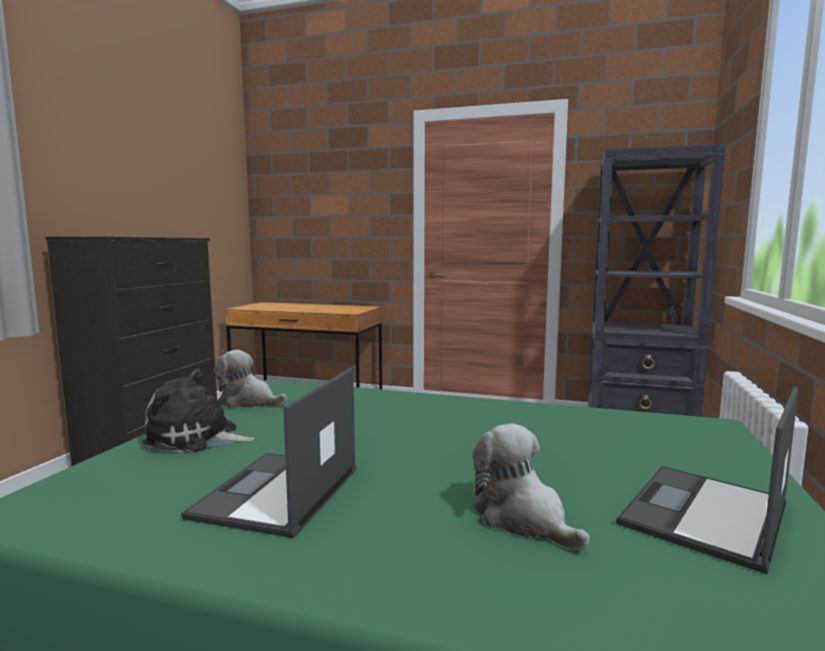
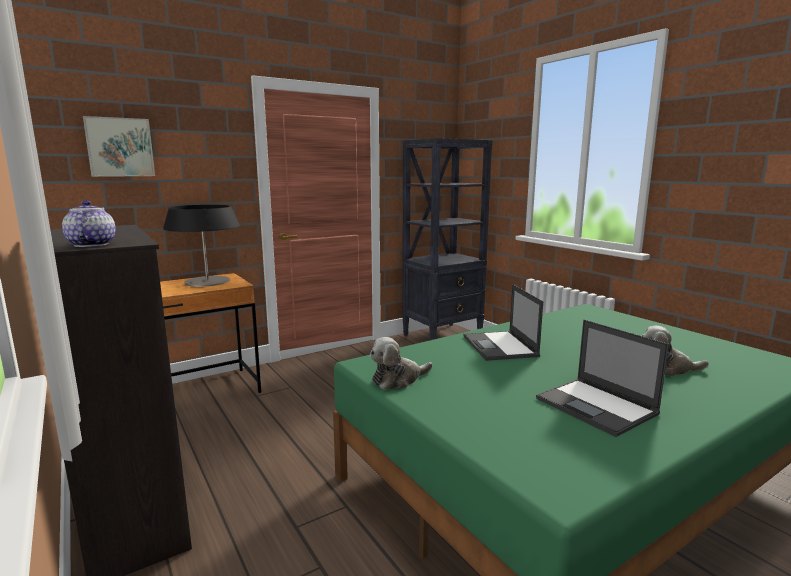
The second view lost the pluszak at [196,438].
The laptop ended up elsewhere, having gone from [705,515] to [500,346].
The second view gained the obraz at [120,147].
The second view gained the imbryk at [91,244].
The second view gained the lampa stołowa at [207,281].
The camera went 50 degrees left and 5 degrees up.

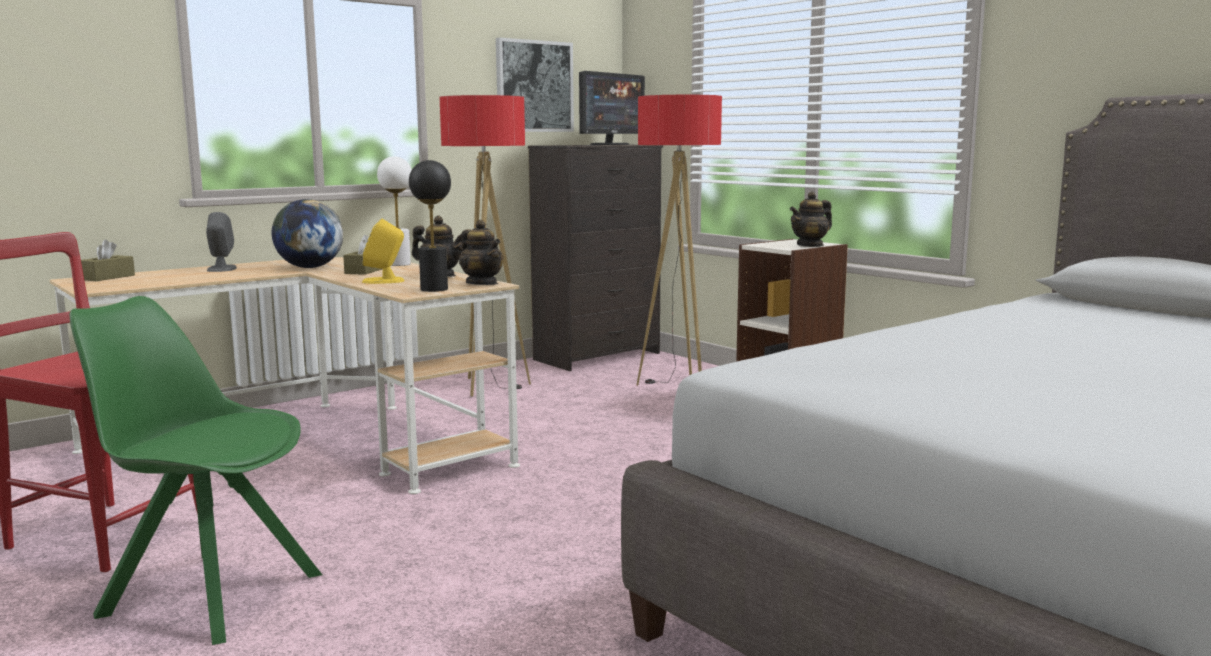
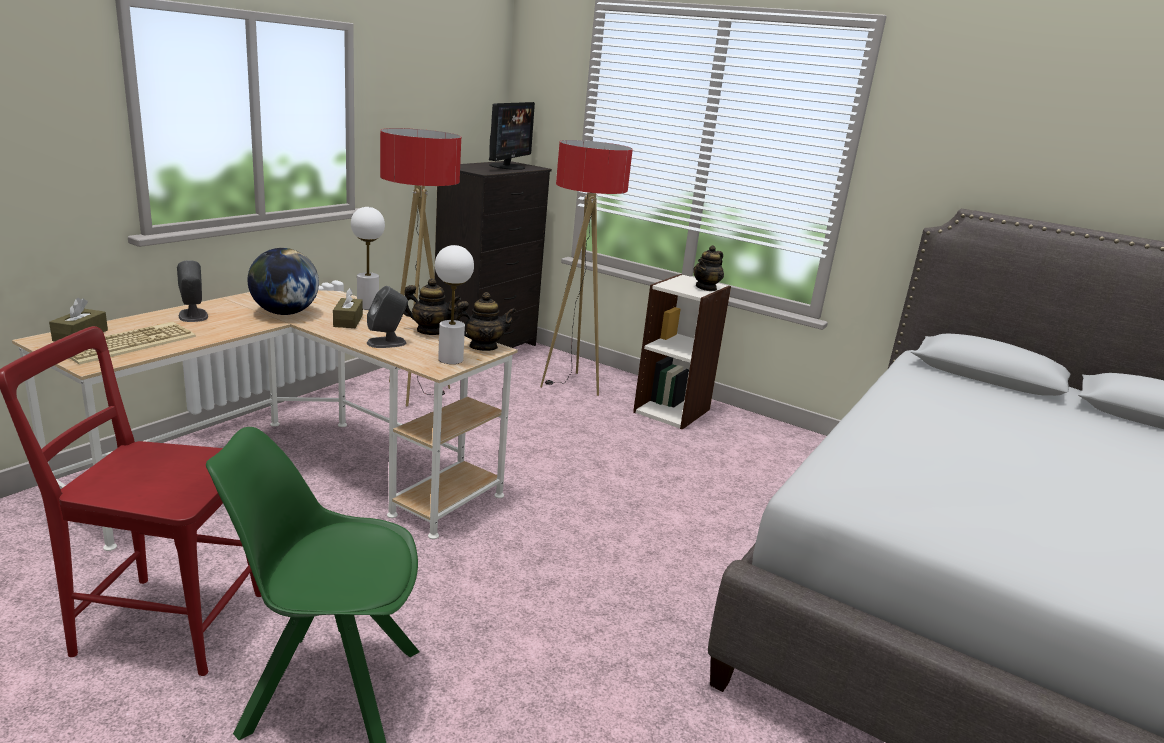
The second view lost the obraz at [534,86].
What was the lampa stołowa [czarny] at [434,289] turned into the lampa stołowa [biały] at [451,359].
What was the głośnik [żółty] at [384,281] turned into the głośnik [szary] at [387,342].
The imbryk at [482,283] ended up facing another way, 45 degrees counterclockwise from before.
The second view gained the klawiatura at [129,343].
The camera went 20 degrees left and 10 degrees up.

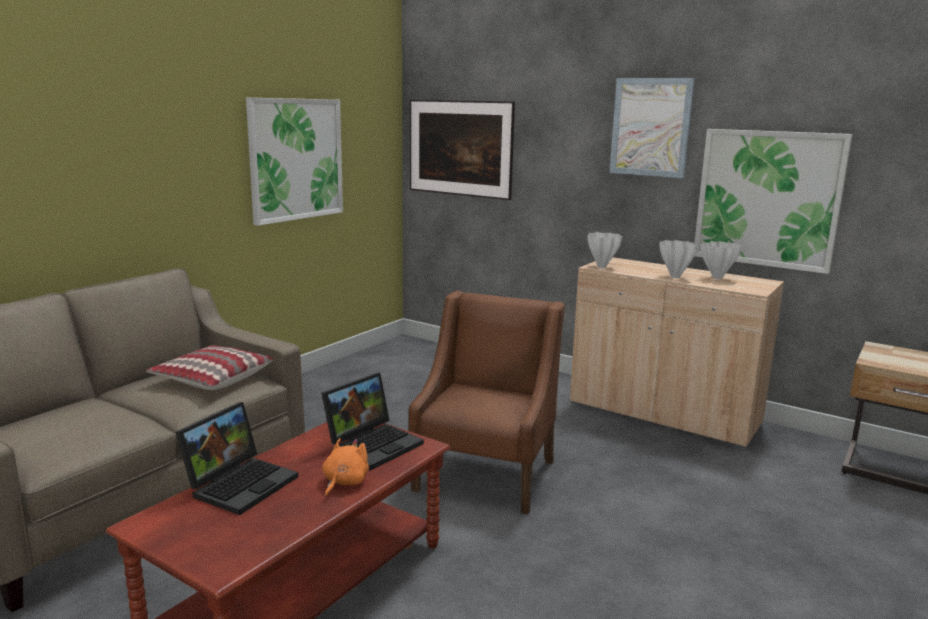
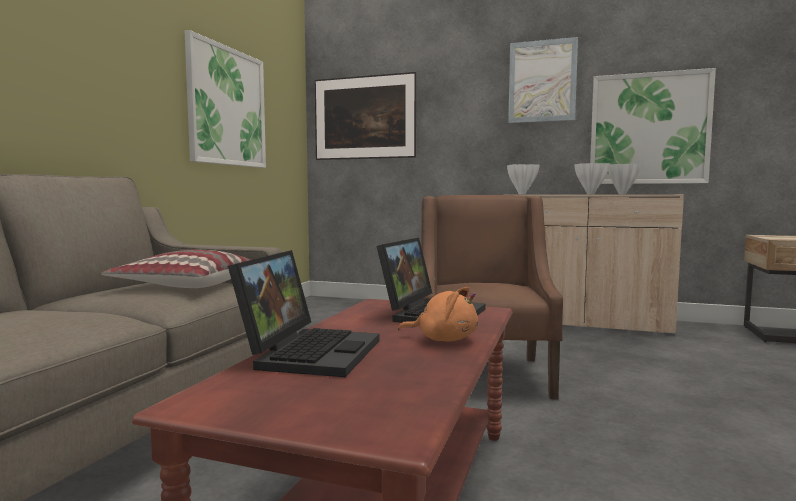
The pluszak [pomarańczowy] at [344,482] ended up facing another way, 105 degrees clockwise from before.
The camera went 15 degrees left and 10 degrees down.

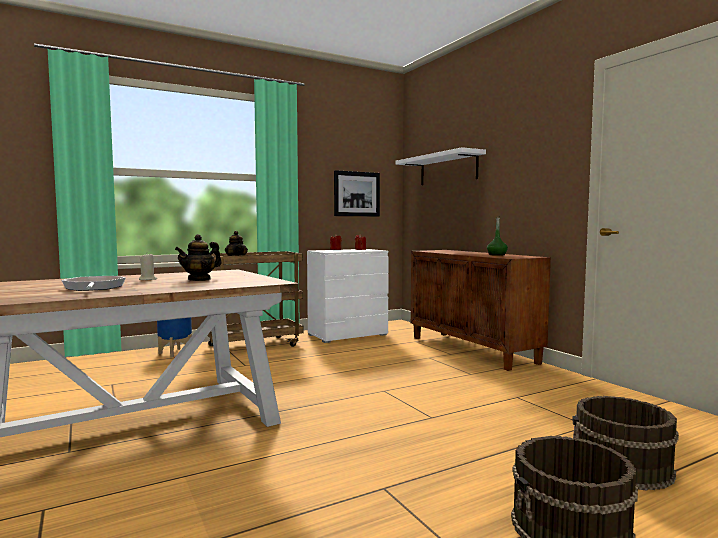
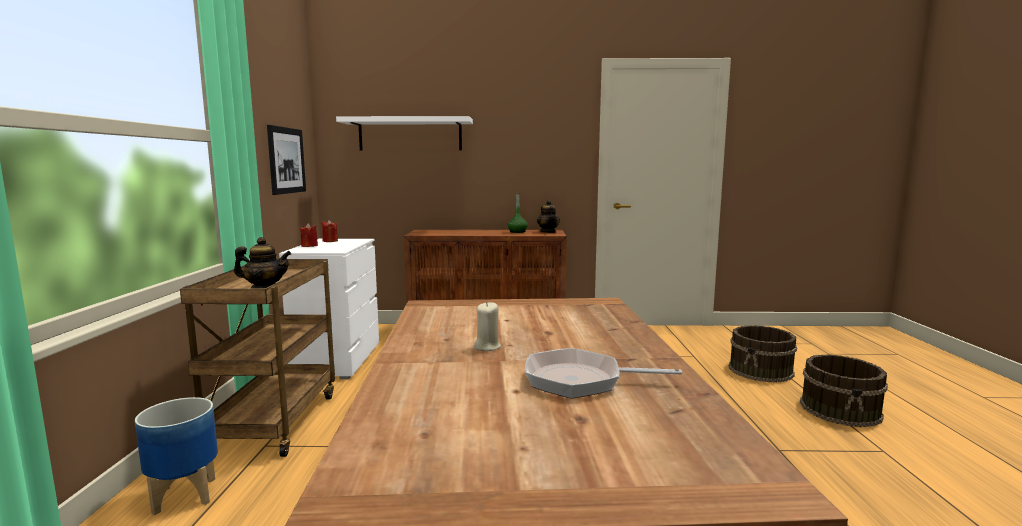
The imbryk ended up elsewhere, having gone from [199,279] to [548,232].
The camera went 60 degrees left and 5 degrees up.

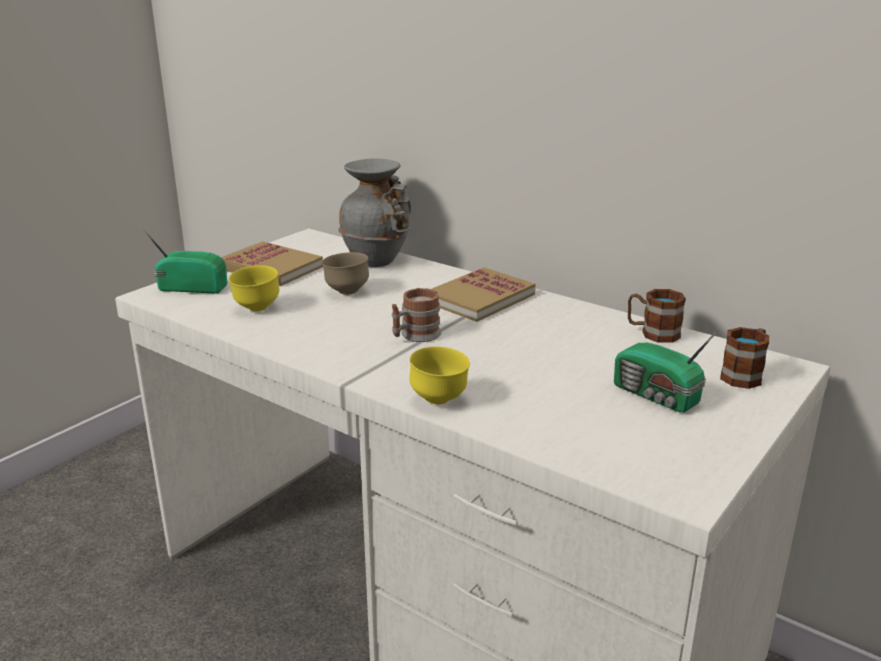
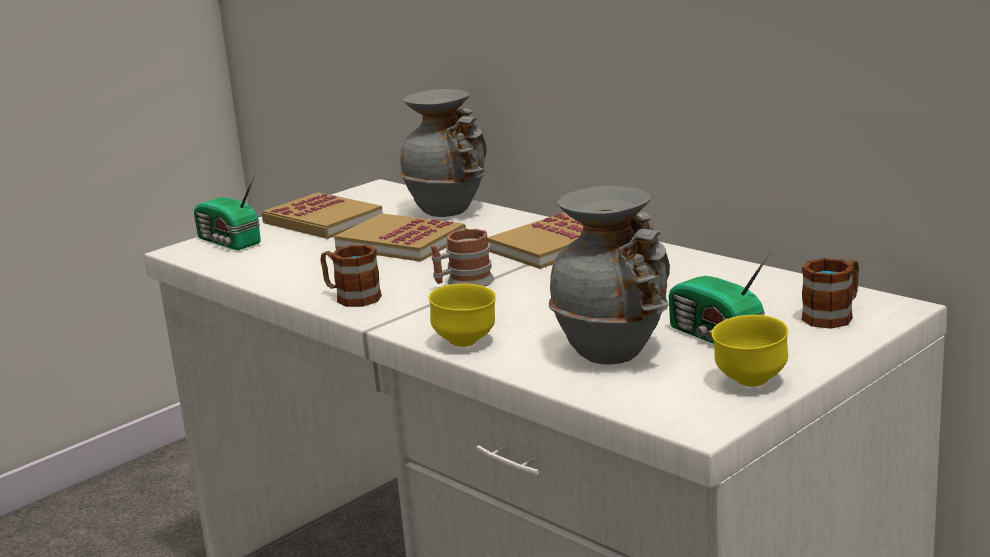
The radio at [191,287] ended up facing another way, 150 degrees counterclockwise from before.
Where the miska [brązowy] stood at [346,292], the książka came to stand at [401,242].
The miska [żółty] ended up elsewhere, having gone from [256,308] to [750,382].
The kubek ended up elsewhere, having gone from [652,333] to [351,297].
The second view gained the wazon [szary] at [615,351].
The camera went 10 degrees right and 5 degrees down.

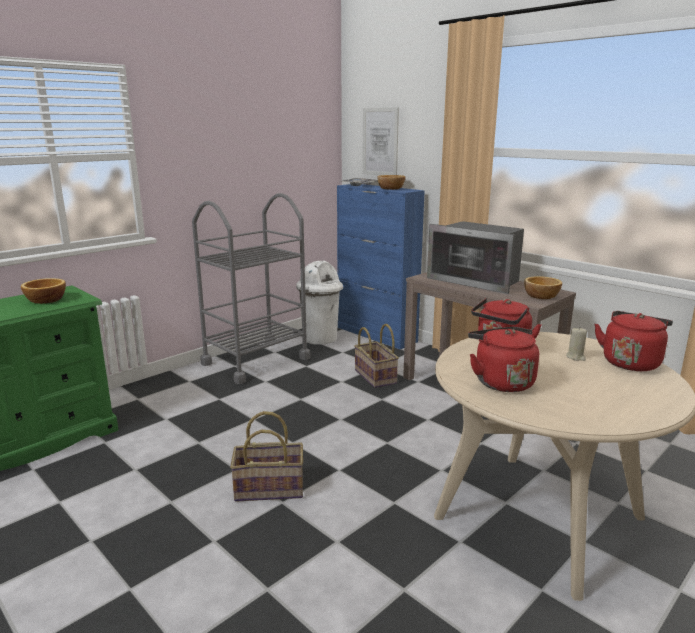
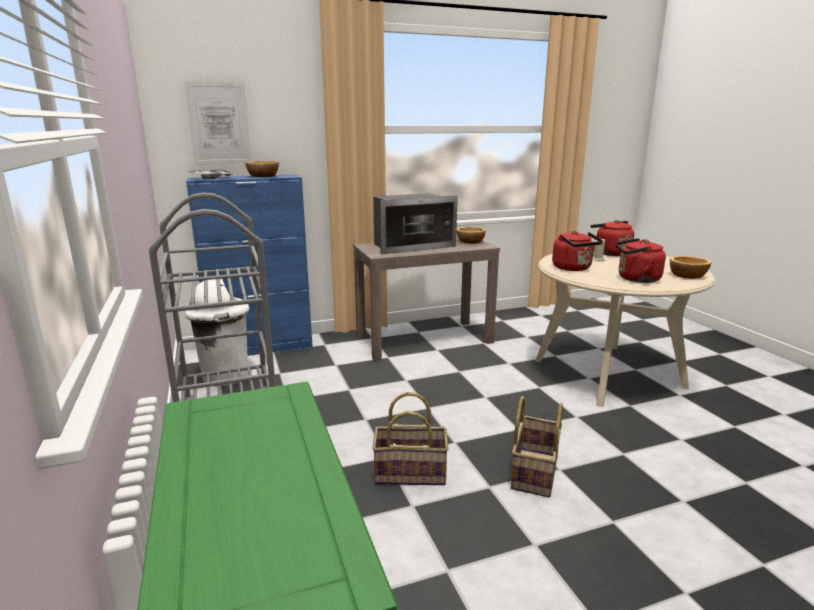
The miska ended up elsewhere, having gone from [45,300] to [687,276].
The koszyk ended up elsewhere, having gone from [376,376] to [410,472].
The camera went 65 degrees left and 0 degrees up.

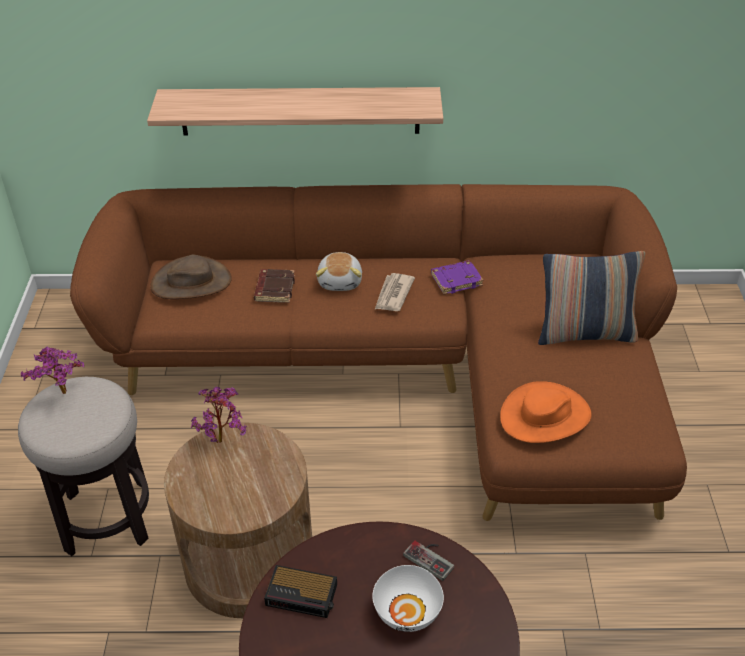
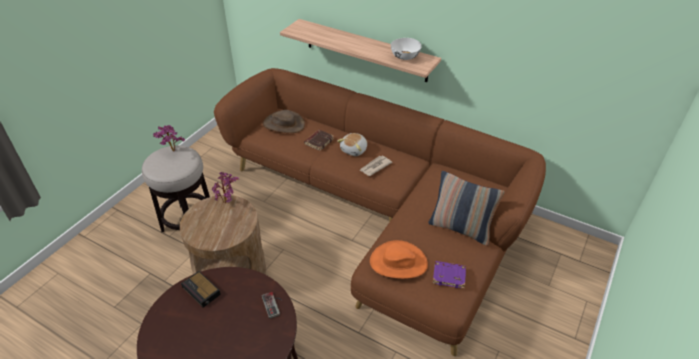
The książka [fioletowy] ended up elsewhere, having gone from [456,280] to [449,276].
The miska [biały] ended up elsewhere, having gone from [408,612] to [405,56].
The camera went 30 degrees right and 0 degrees up.

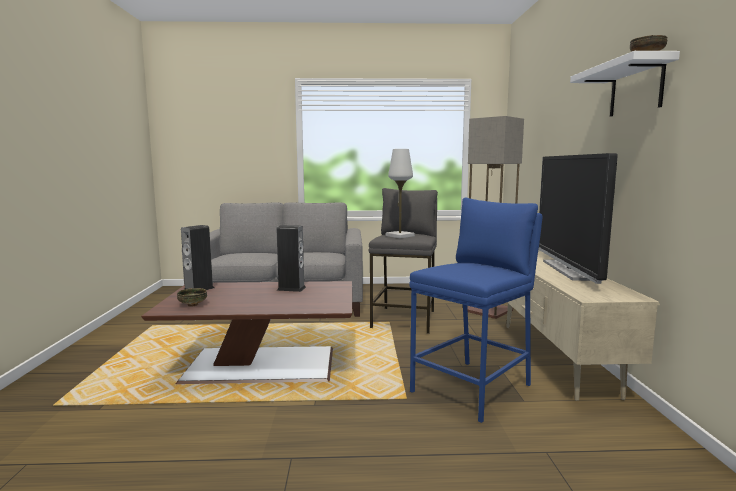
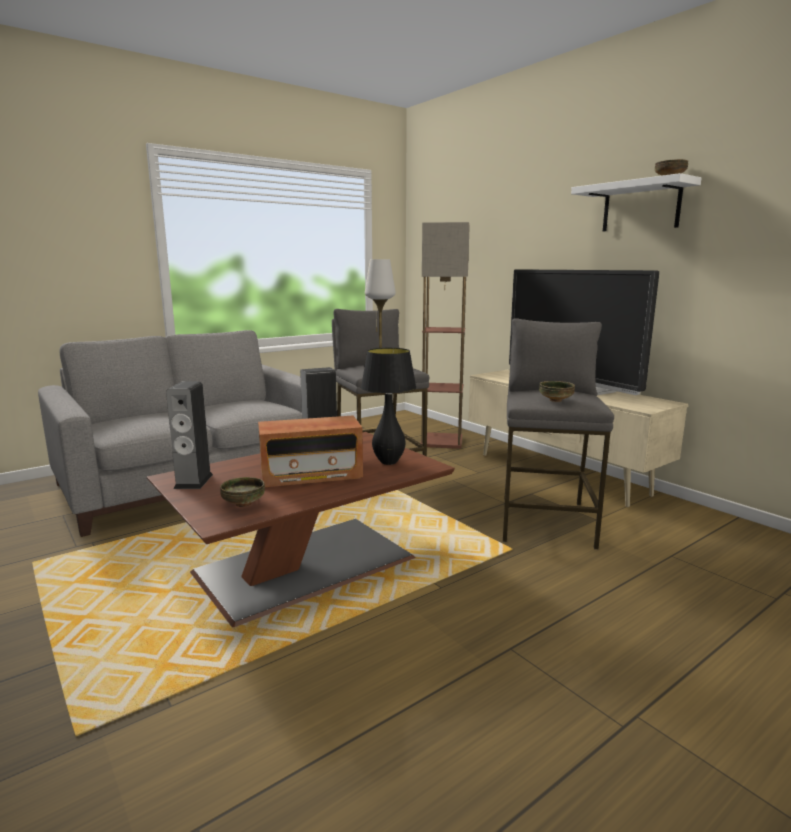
What was the stołek [niebieski] at [473,388] turned into the stołek [szary] at [546,521].
The second view gained the lampa stołowa [czarny] at [388,462].
The second view gained the miska at [556,400].
The second view gained the radio at [311,476].
The camera went 35 degrees left and 5 degrees up.

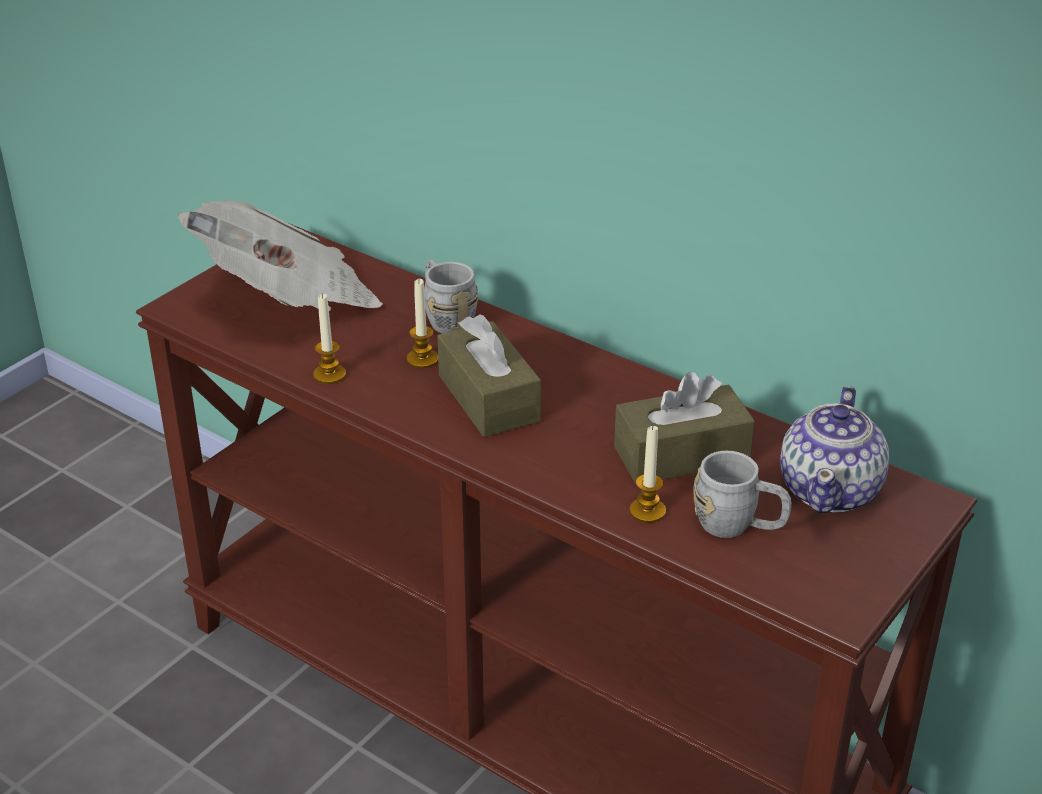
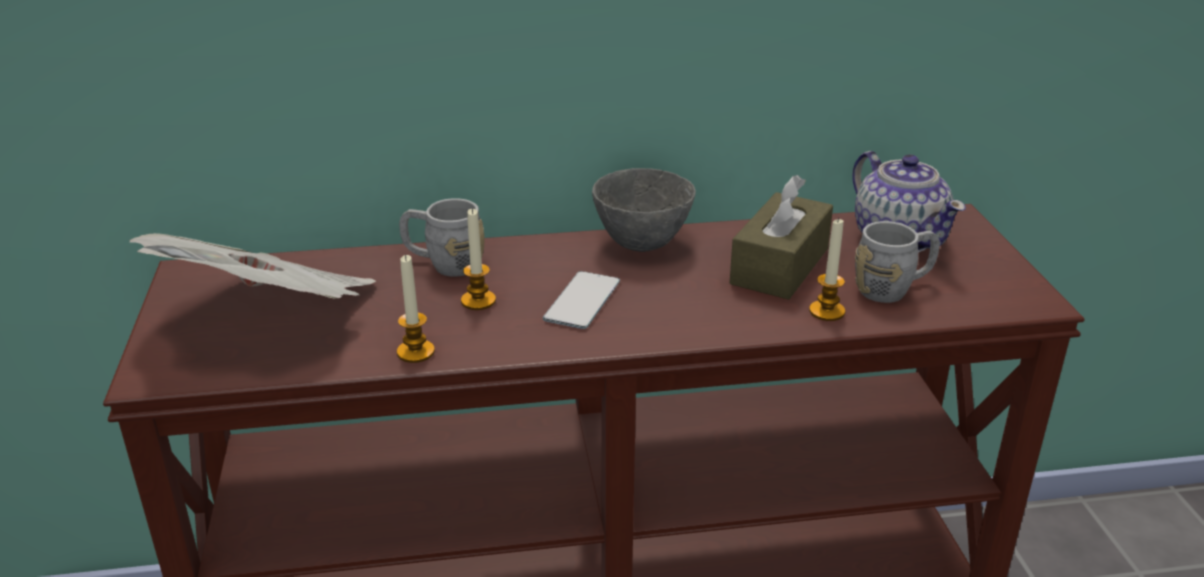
Where the pudełko chusteczek [brązowy] stood at [488,398], the telefon came to stand at [582,300].
The second view gained the miska [szary] at [640,242].
The camera went 45 degrees left and 5 degrees down.

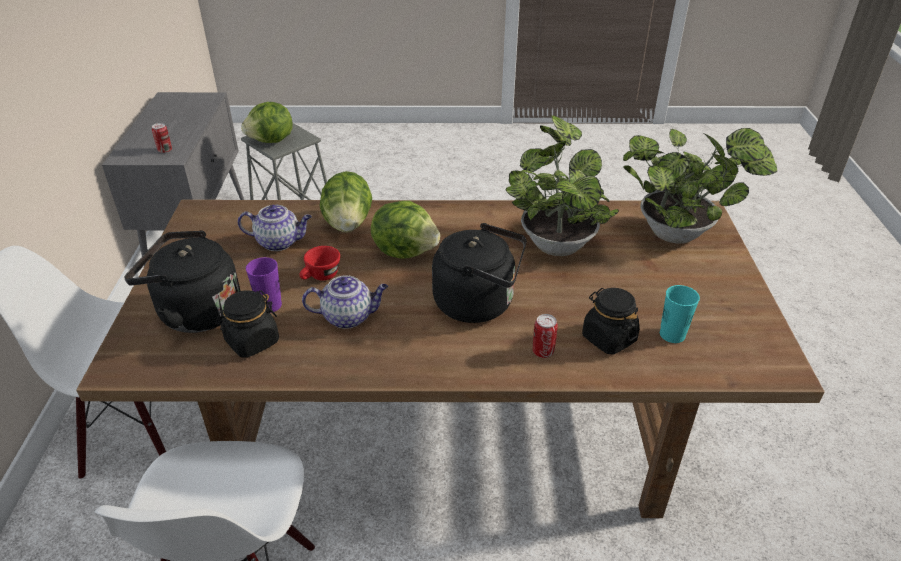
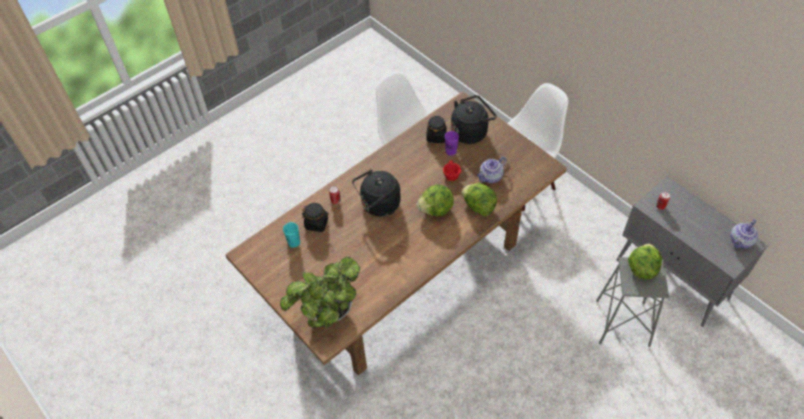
The second view lost the roślina doniczkowa at [555,242].
The imbryk ended up elsewhere, having gone from [349,317] to [740,241].
The camera went 140 degrees right and 15 degrees up.

